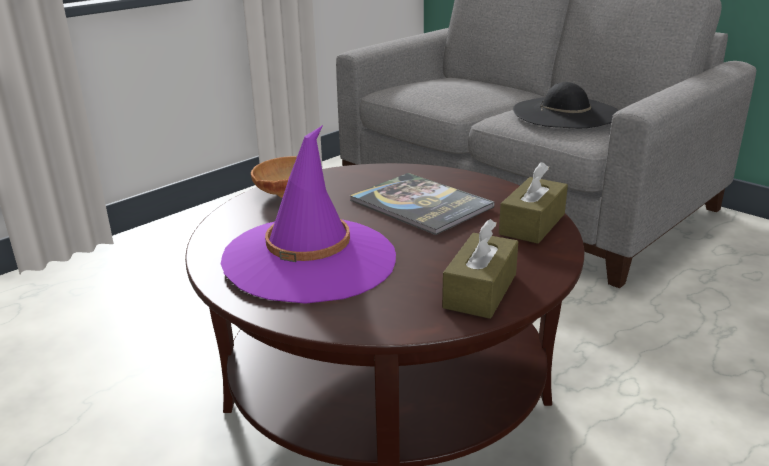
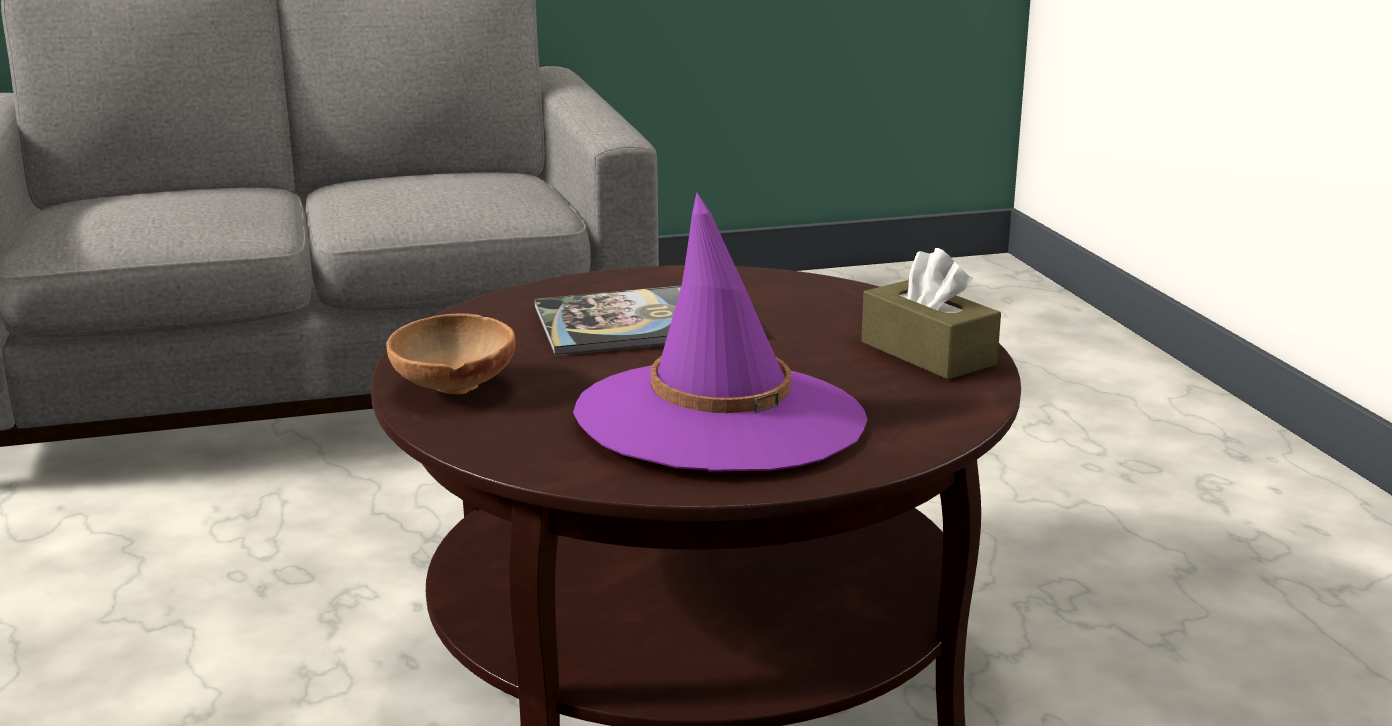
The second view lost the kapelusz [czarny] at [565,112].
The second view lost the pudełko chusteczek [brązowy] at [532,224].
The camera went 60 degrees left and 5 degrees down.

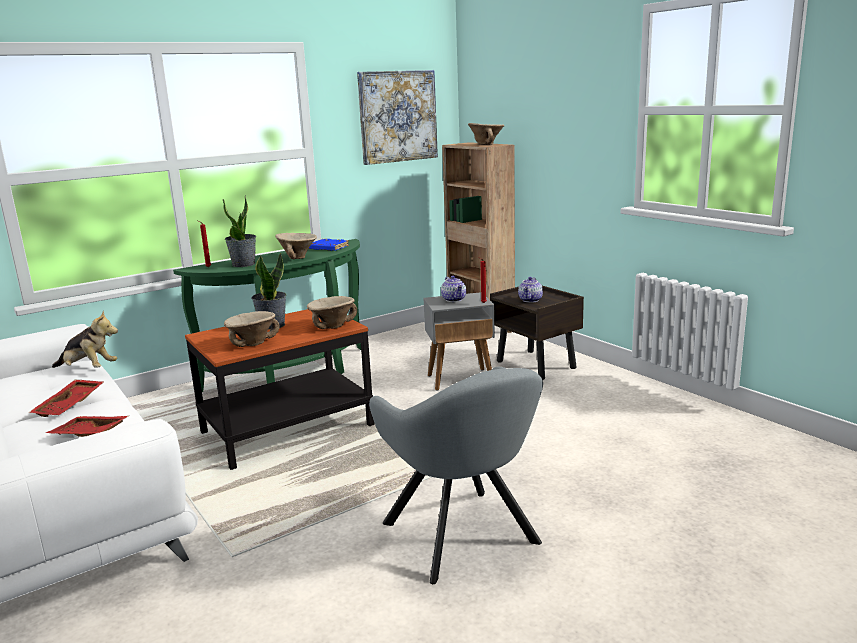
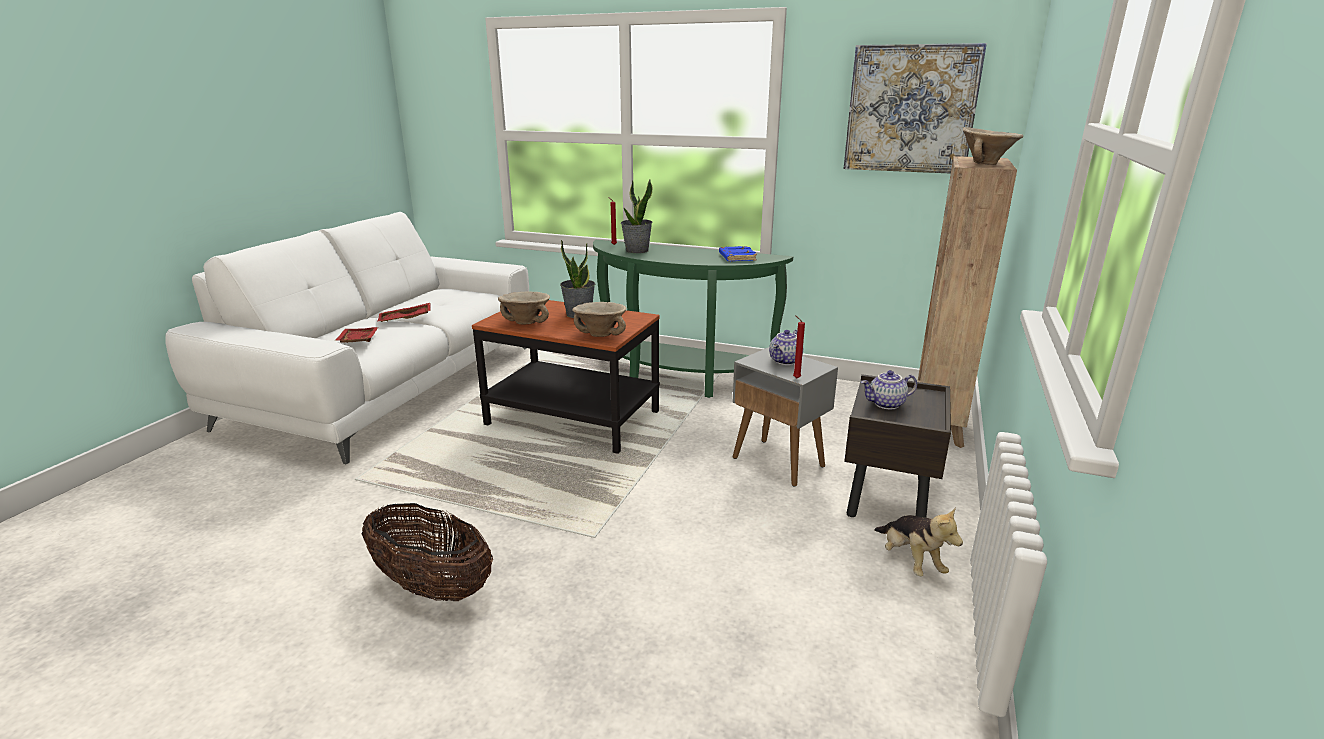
The second view lost the miska [beżowy] at [298,257].
The pluszak ended up elsewhere, having gone from [88,369] to [910,561].
Where the fotel [szary] stood at [464,538], the koszyk came to stand at [432,586].
The camera went 55 degrees right and 5 degrees up.

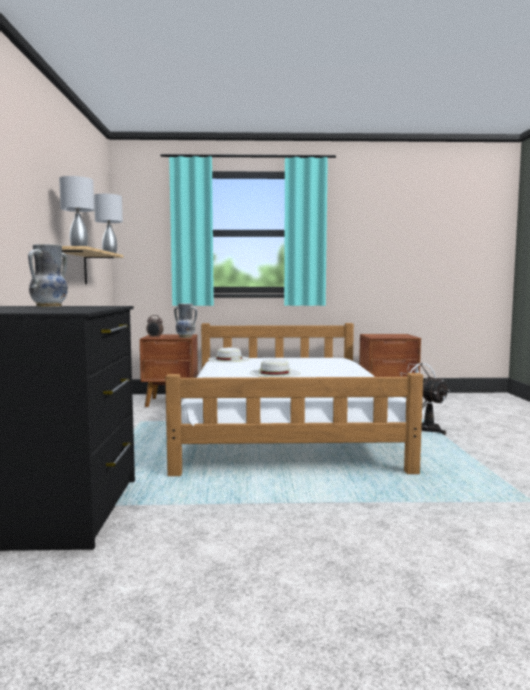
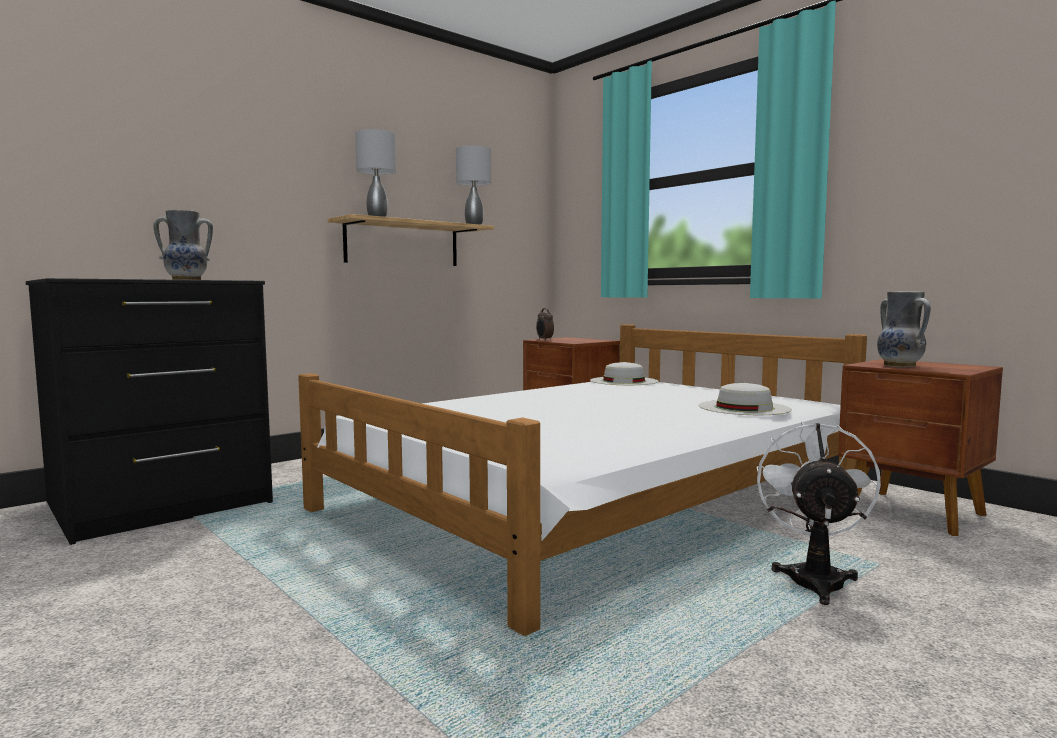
The wazon ended up elsewhere, having gone from [185,337] to [900,366].
The kapelusz [biały] ended up elsewhere, having gone from [274,373] to [744,408].
The camera went 50 degrees right and 0 degrees up.

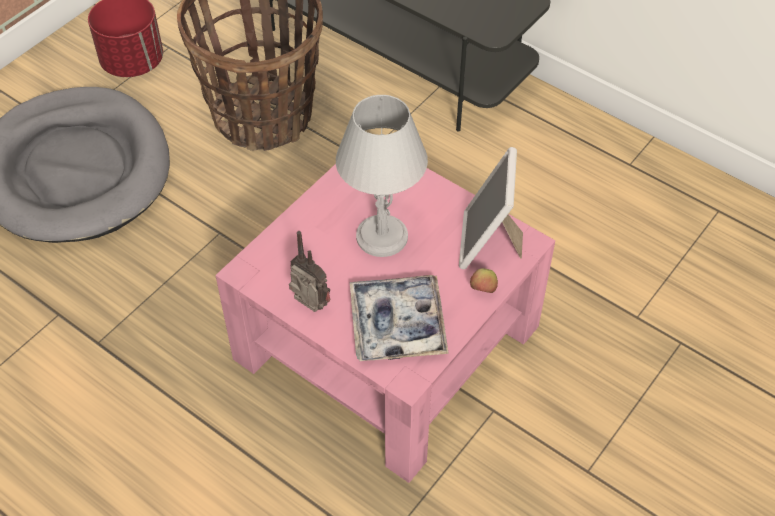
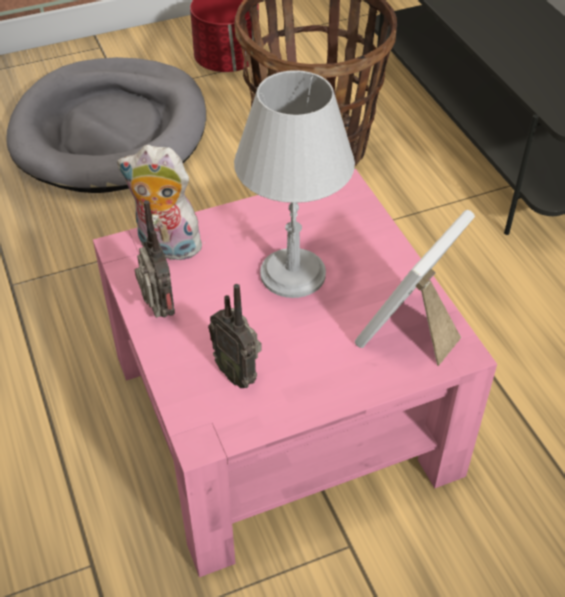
The second view lost the jabłko at [483,290].
Where the taca stood at [397,324], the radio came to stand at [238,373].
The second view gained the pluszak at [166,247].
The camera went 30 degrees right and 5 degrees down.

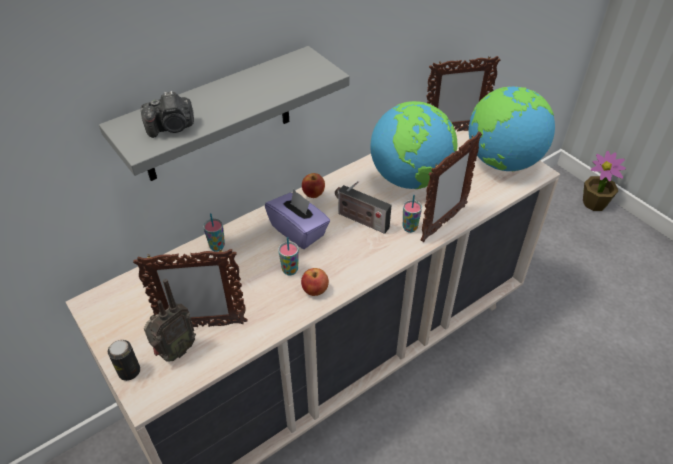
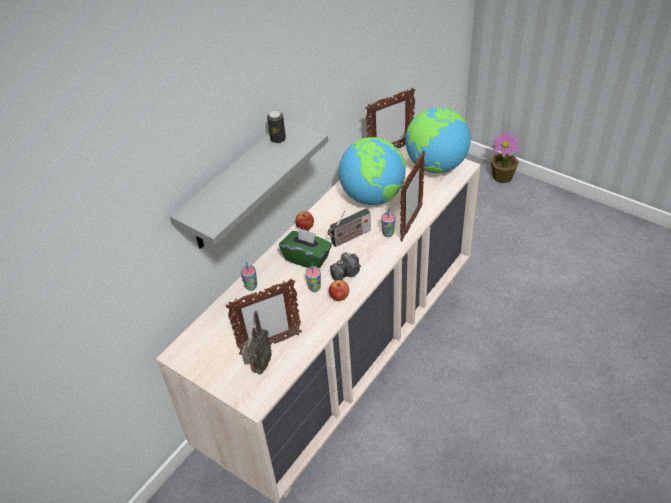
The aparat fotograficzny ended up elsewhere, having gone from [172,128] to [347,273].
The radio at [360,220] ended up facing another way, 45 degrees counterclockwise from before.
What was the pudełko chusteczek [fioletowy] at [298,231] turned into the pudełko chusteczek [zielony] at [307,258].
The puszka ended up elsewhere, having gone from [129,371] to [278,139].
The camera went 15 degrees left and 0 degrees up.

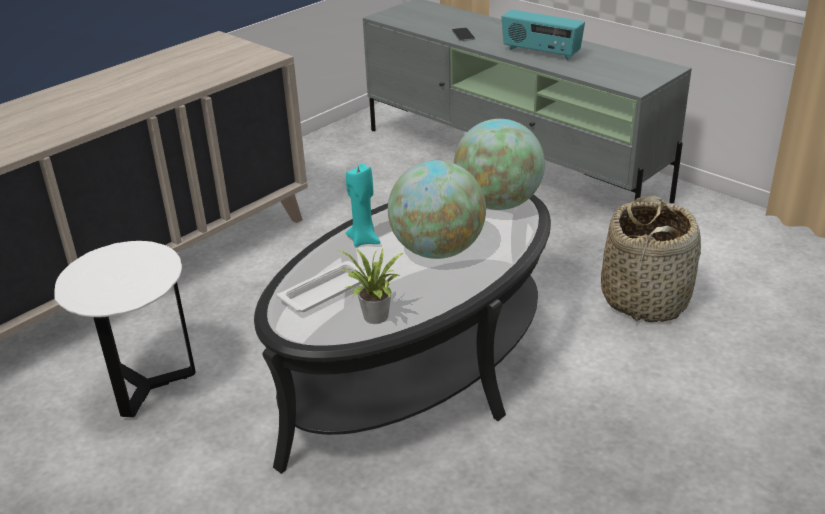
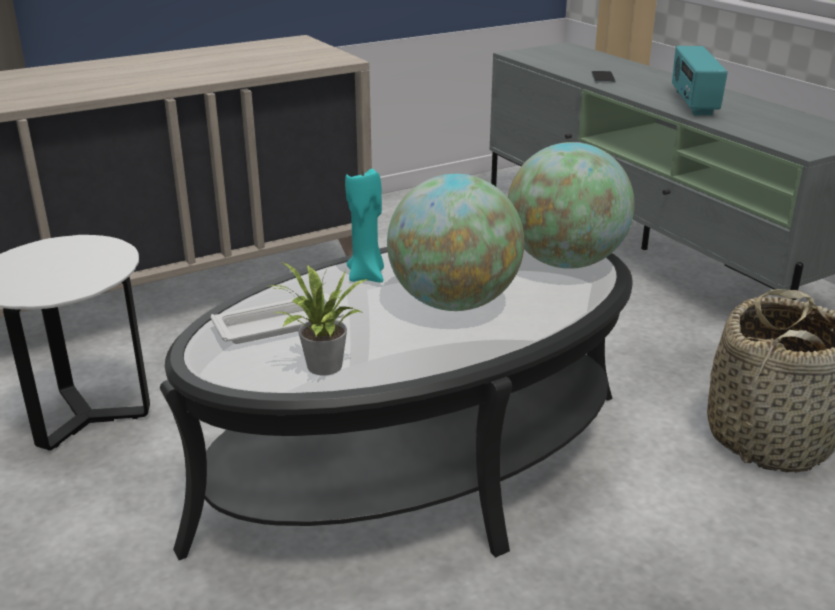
The radio at [540,53] ended up facing another way, 45 degrees clockwise from before.
The camera went 15 degrees right and 5 degrees down.

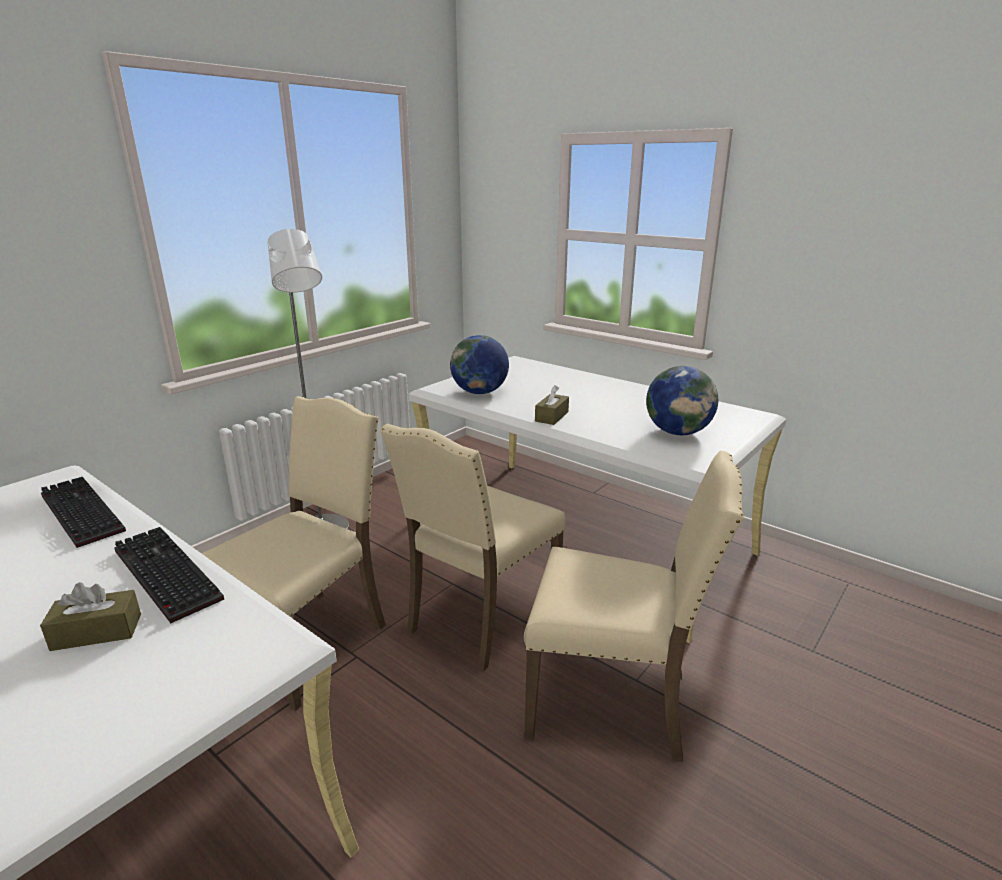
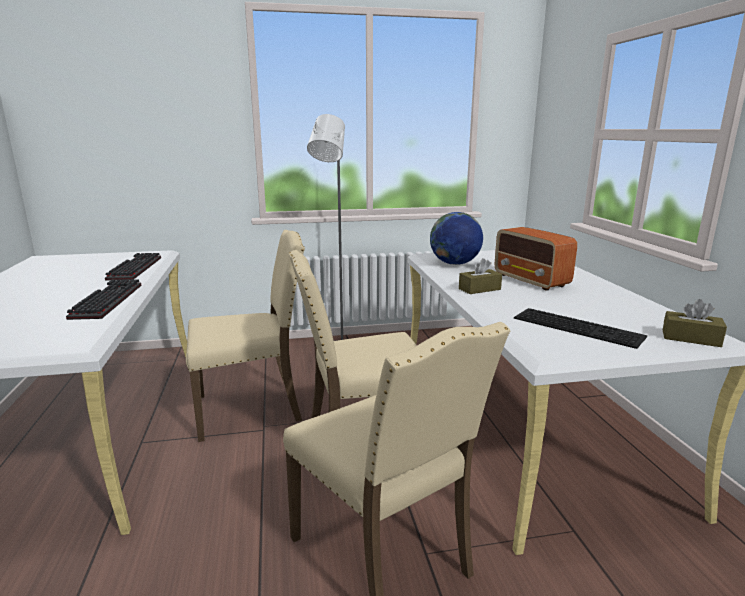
Where the globus stood at [678,432], the klawiatura came to stand at [579,327].
The pudełko chusteczek [brązowy] ended up elsewhere, having gone from [97,632] to [691,338].
The second view gained the radio at [531,280].
The camera went 40 degrees right and 5 degrees down.

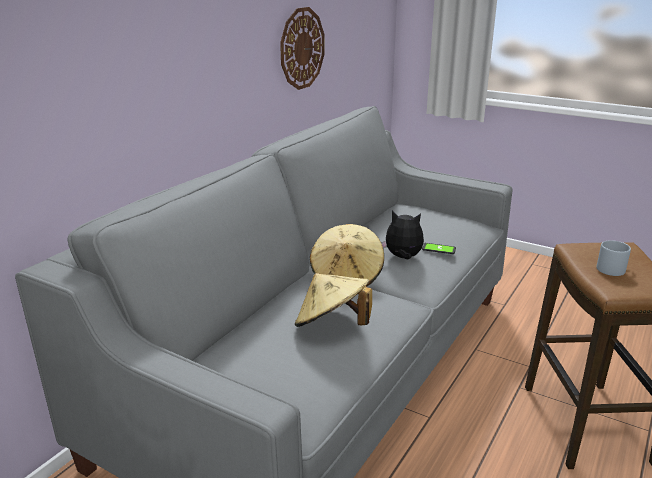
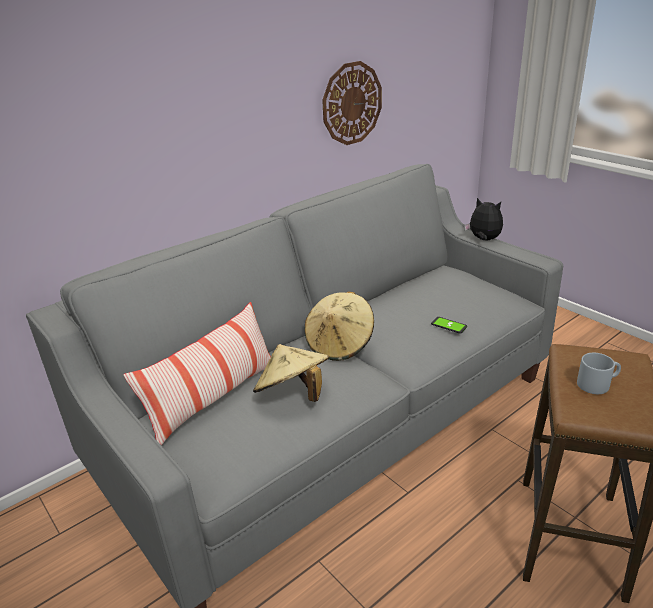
The pluszak ended up elsewhere, having gone from [403,258] to [483,240].
The second view gained the poduszka at [213,398].
The camera went 20 degrees right and 5 degrees up.

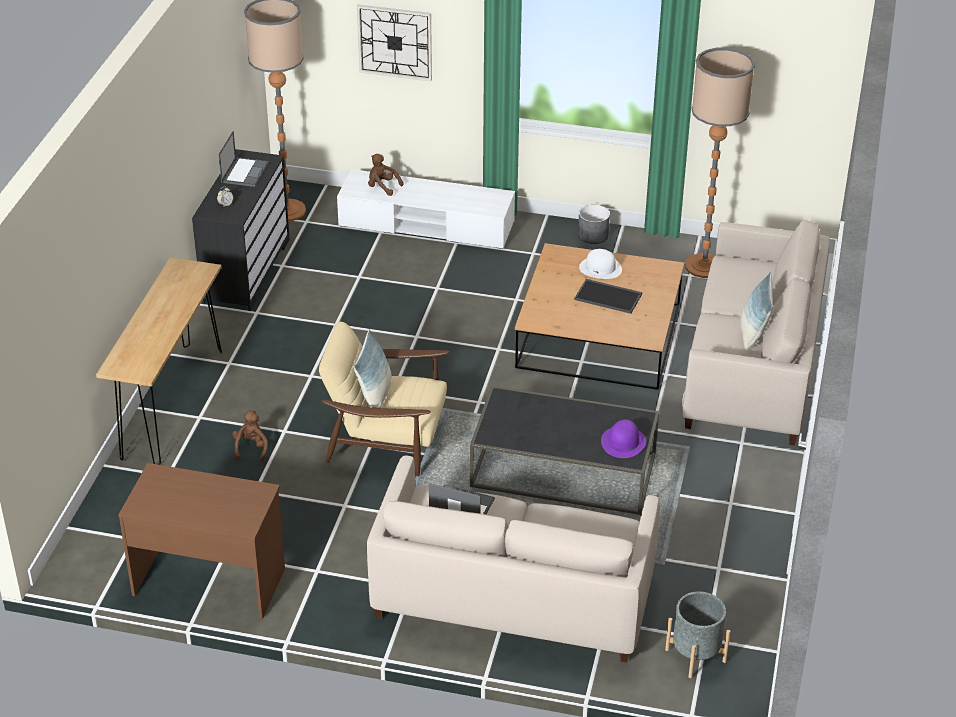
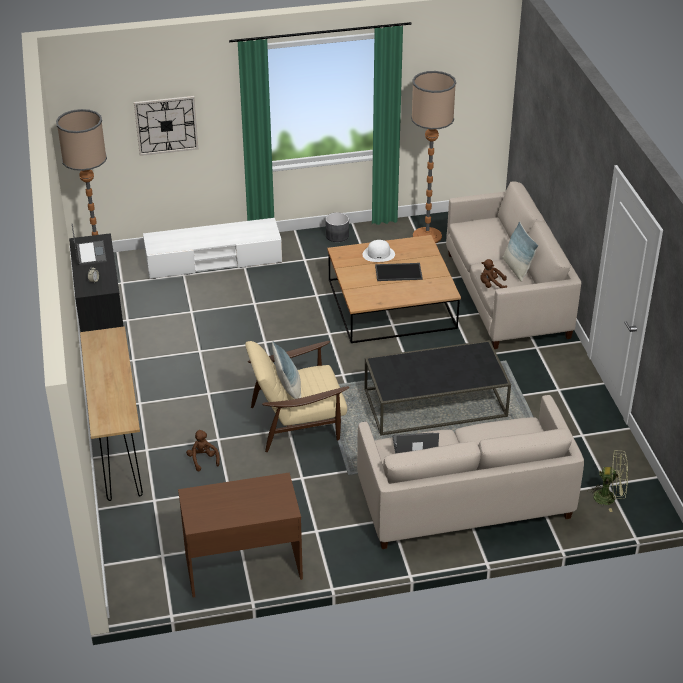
The pluszak [brązowy] ended up elsewhere, having gone from [382,187] to [491,285].
The second view lost the kapelusz [fioletowy] at [623,442].
Where the donica [szary] stood at [695,655], the wentylator [zielony] came to stand at [609,497].
The camera went 25 degrees left and 0 degrees up.

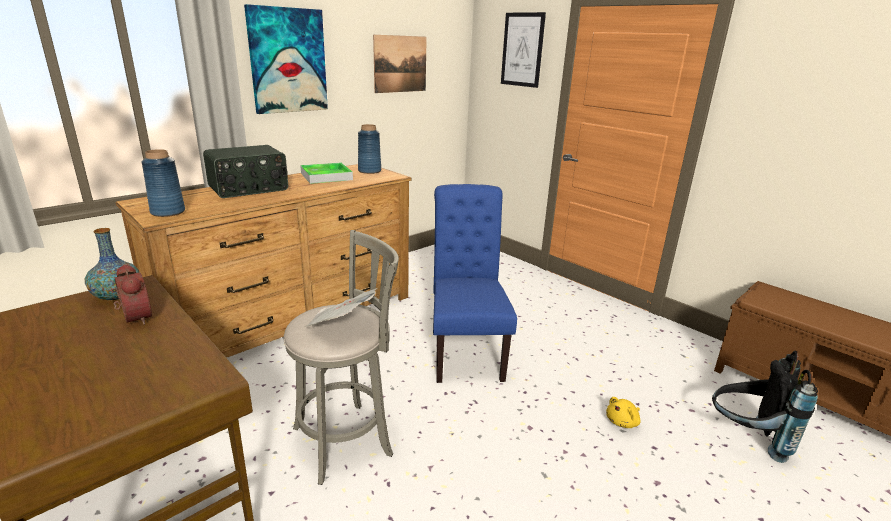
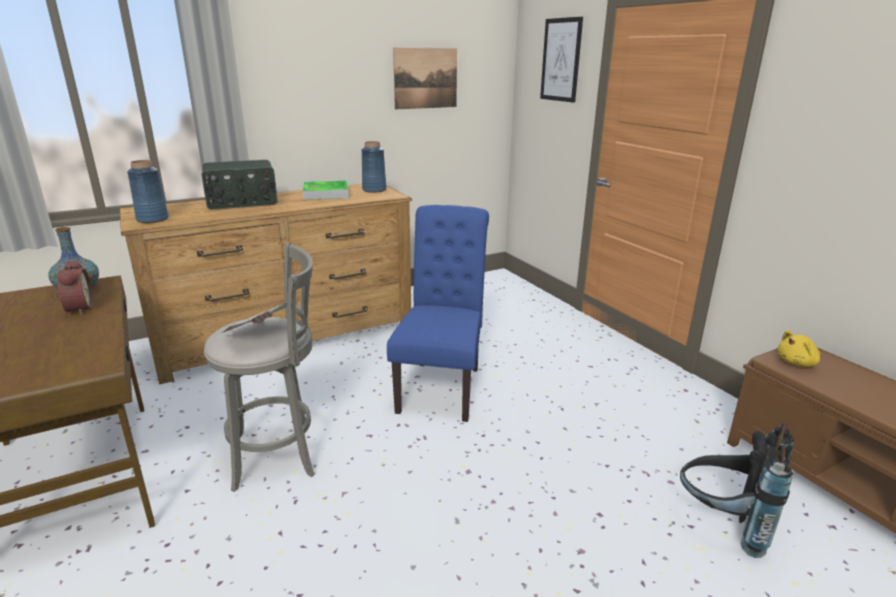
The second view lost the obraz at [288,61].
The pluszak [żółty] ended up elsewhere, having gone from [623,422] to [797,363].
The camera went 15 degrees right and 0 degrees up.

